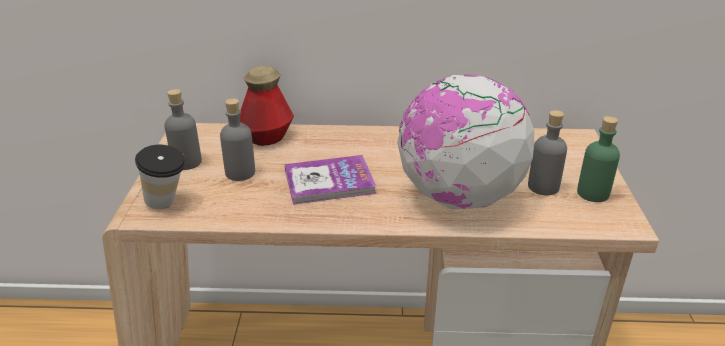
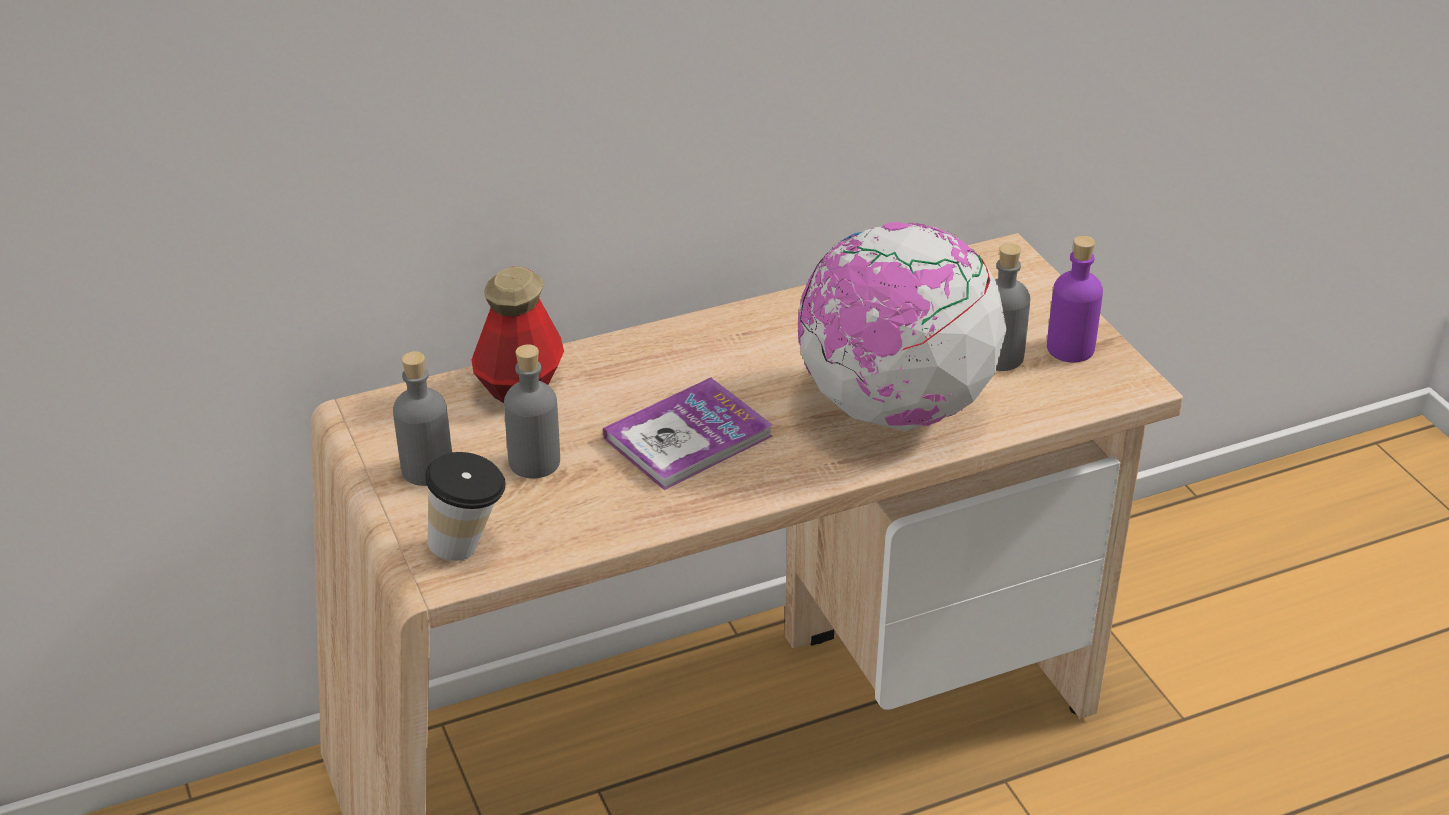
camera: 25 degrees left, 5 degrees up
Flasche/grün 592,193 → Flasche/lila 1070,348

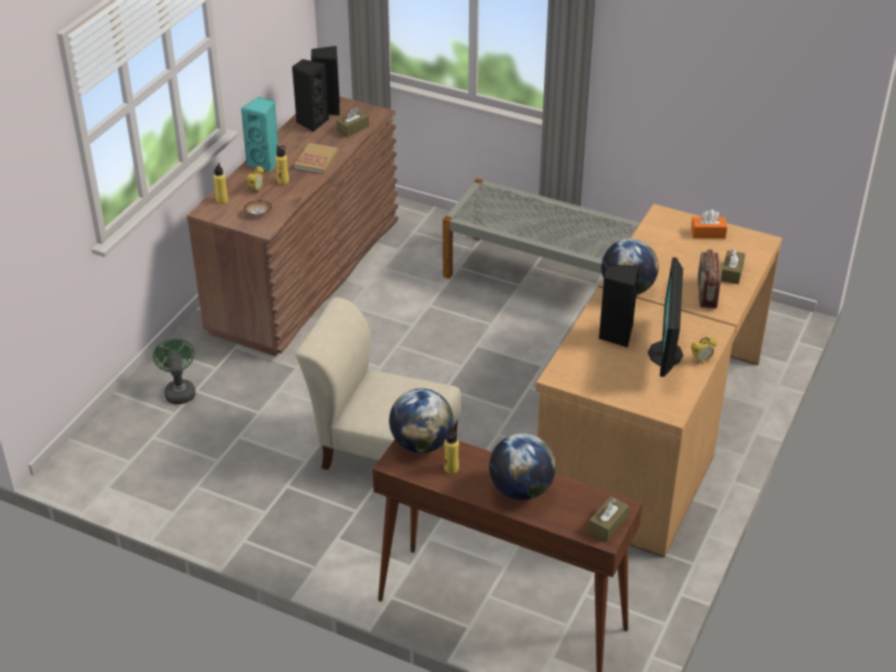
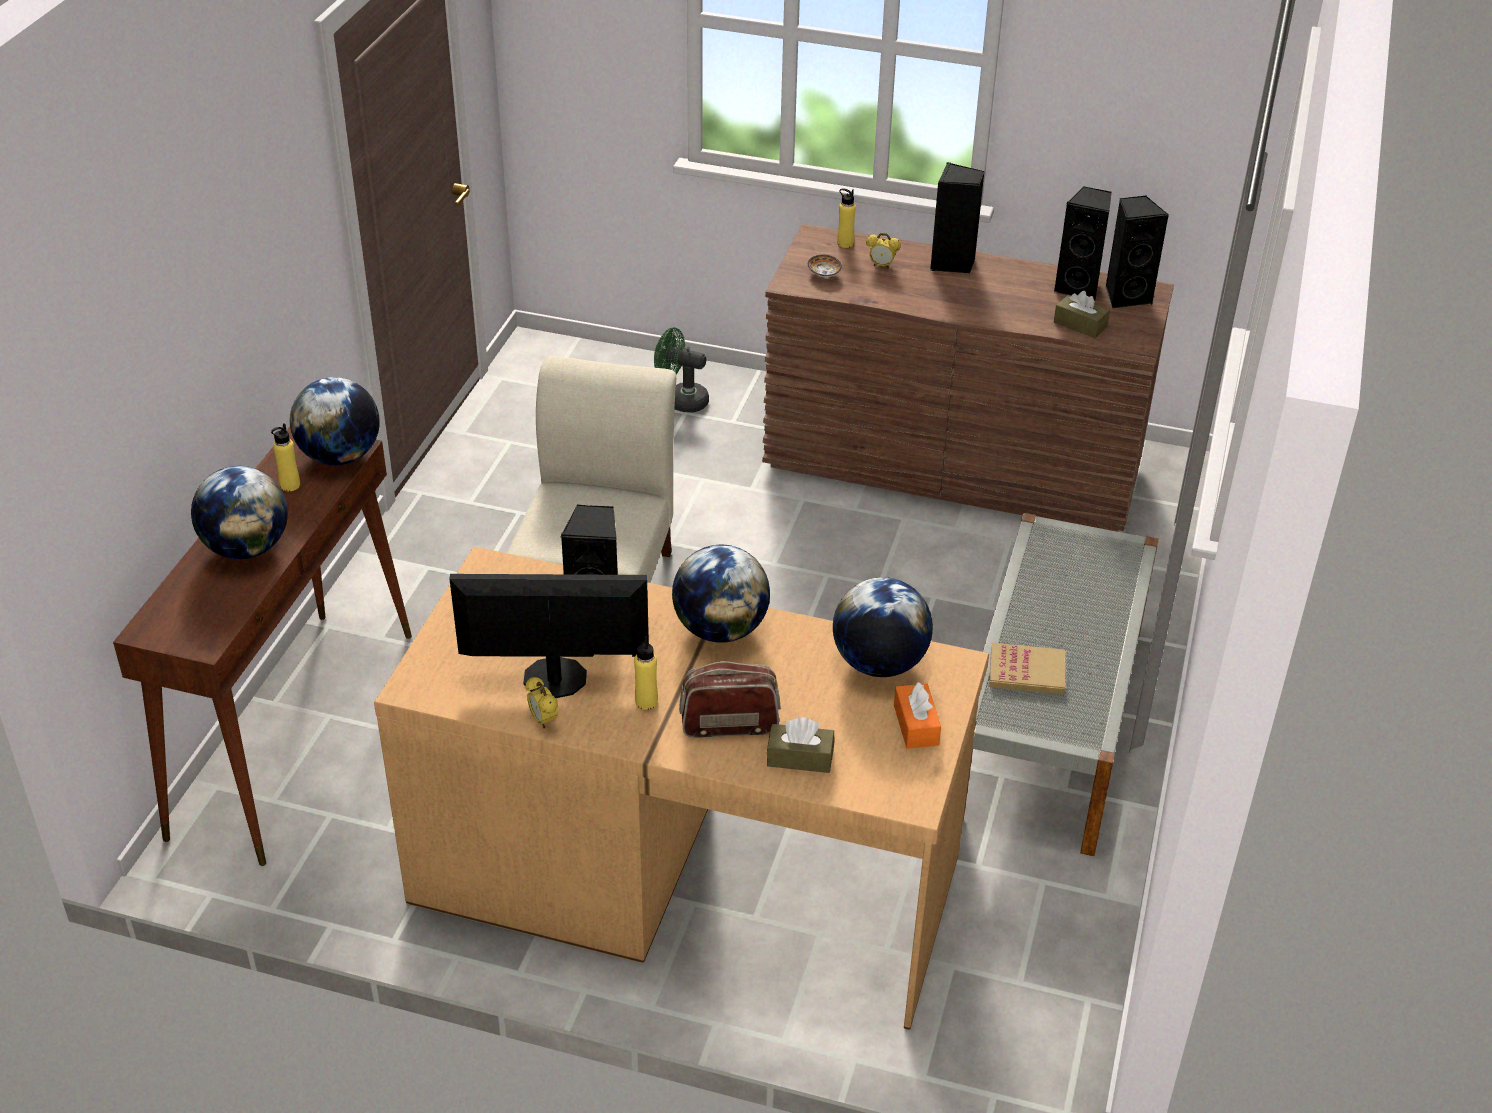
camera: 80 degrees right, 0 degrees up
Lautsprecher/türkis 265,162 → Lautsprecher/schwarz 952,263
Buch 316,160 → Buch 1026,672, move
Flasche/gelb 283,181 → Flasche/gelb 646,702, move
Ventilator/grün 179,391 → Ventilator/grün 681,400, 135 degrees counterclockwise
Taschentuchbox/braun 607,525 → -
- → Globus 879,663

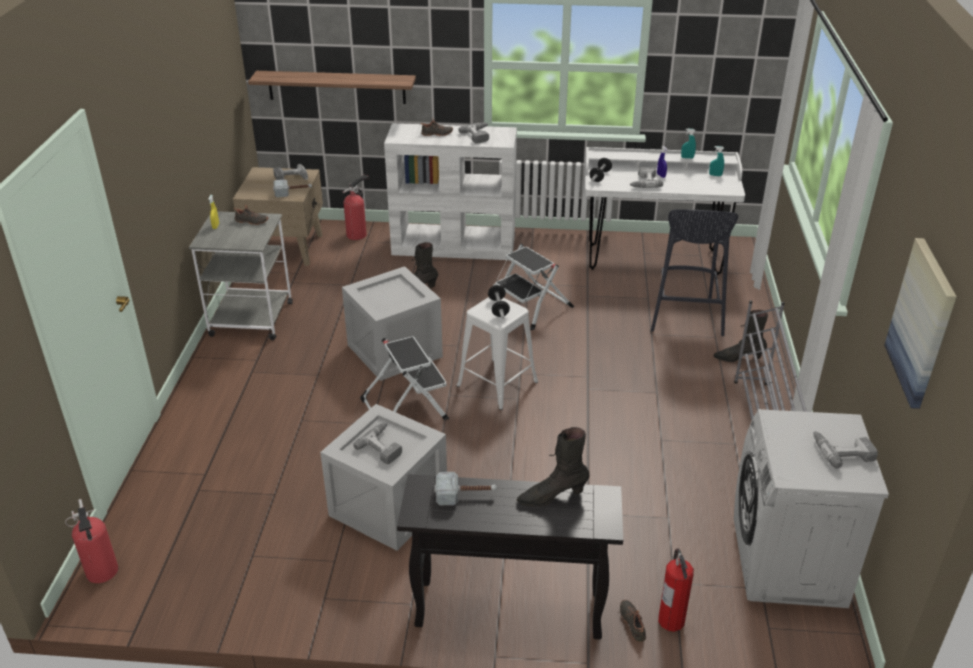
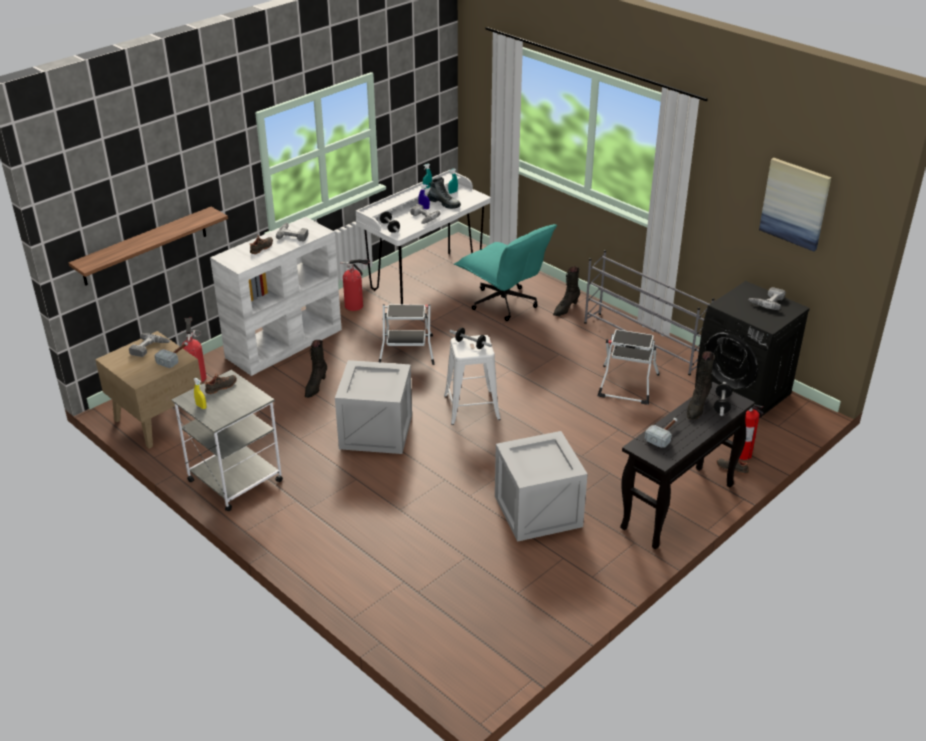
camera: 50 degrees left, 0 degrees up
Hocker/grau 685,317 → Bürostuhl/türkis 502,303
Trittleiter 405,406 → Trittleiter 627,383, move
Waschmaschine/weiß 787,564 → Waschmaschine/schwarz 742,393
Bohrmaschine 384,446 → -
Feuerlöscher 102,574 → Feuerlöscher 356,306, move
- → Stiefel 444,203
- → Hantel 721,405

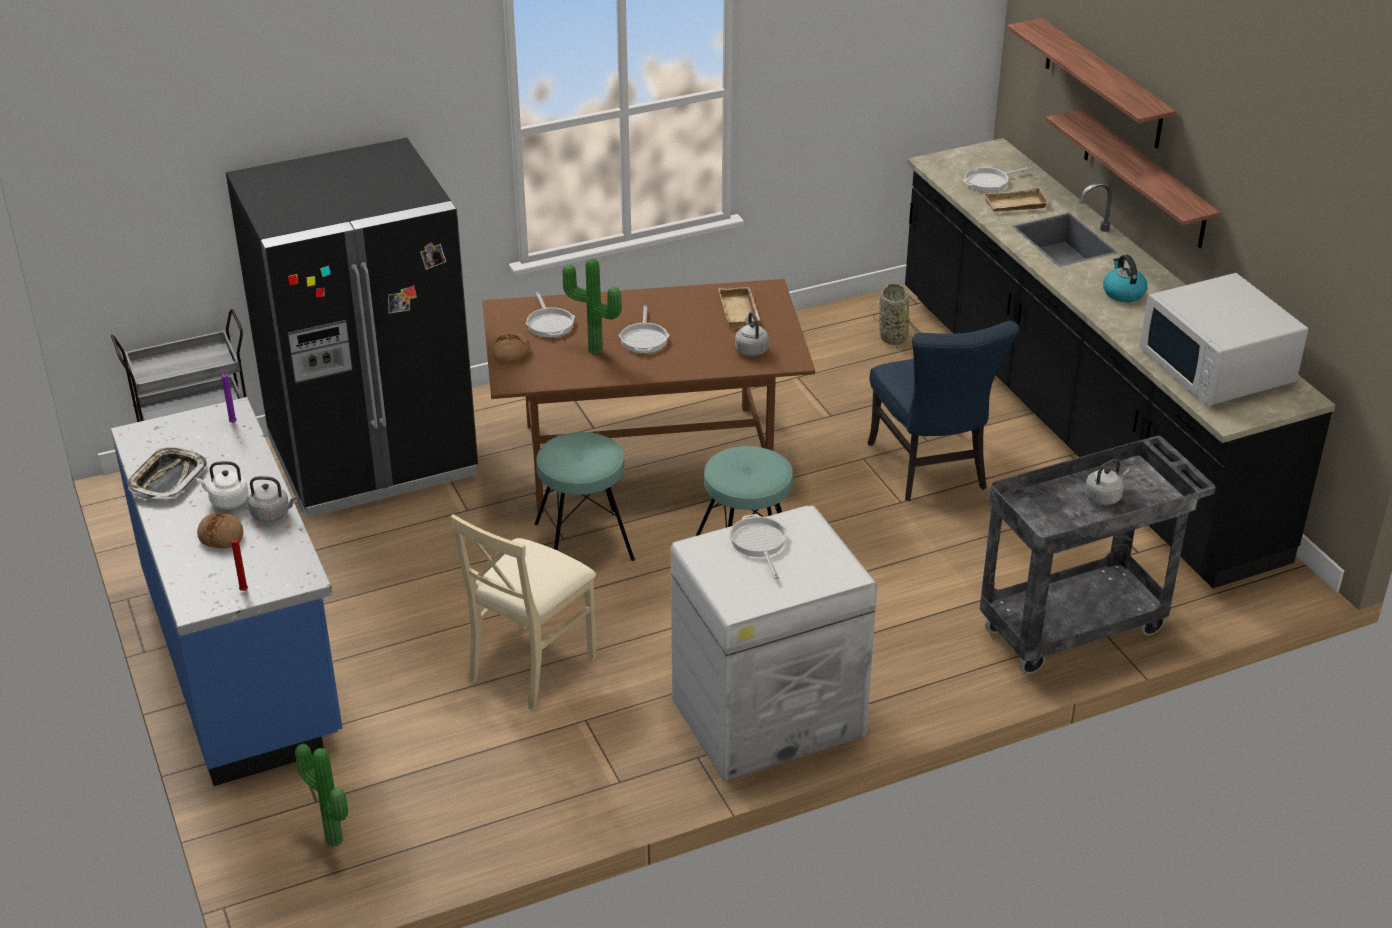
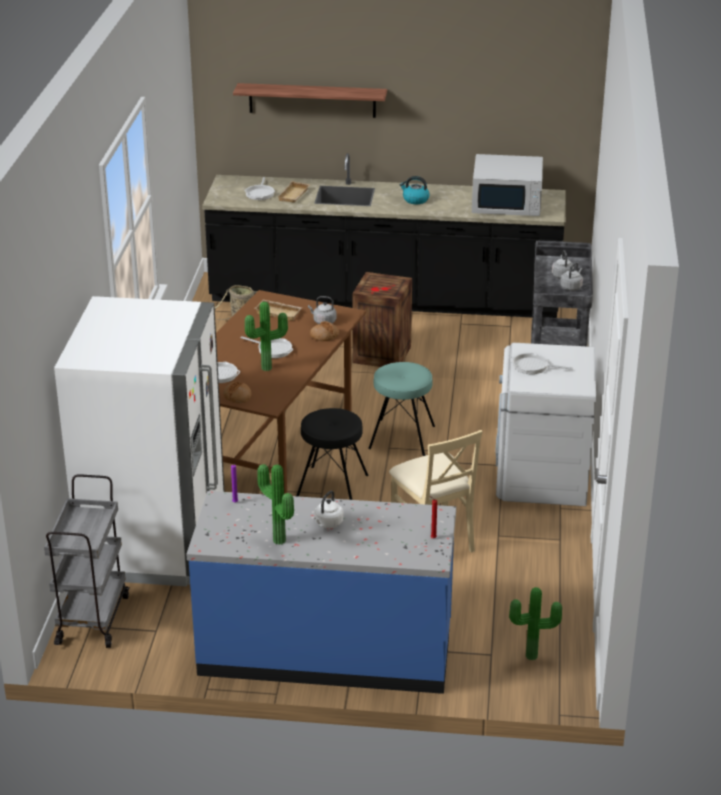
camera: 60 degrees left, 5 degrees down
Wandregal 1144,180 → -
Kühlschrank/schwarz 373,458 → Kühlschrank/weiß 154,541
Stuhl/blau 932,470 → Kiste 382,355
Hocker/türkis 583,541 → Hocker/schwarz 332,487
Tablett 167,479 → Topfpflanze 277,542
Wasserkessel/grau 273,514 → Wasserkessel/grau 571,287, move
Brot 221,536 → Brot 324,336, move

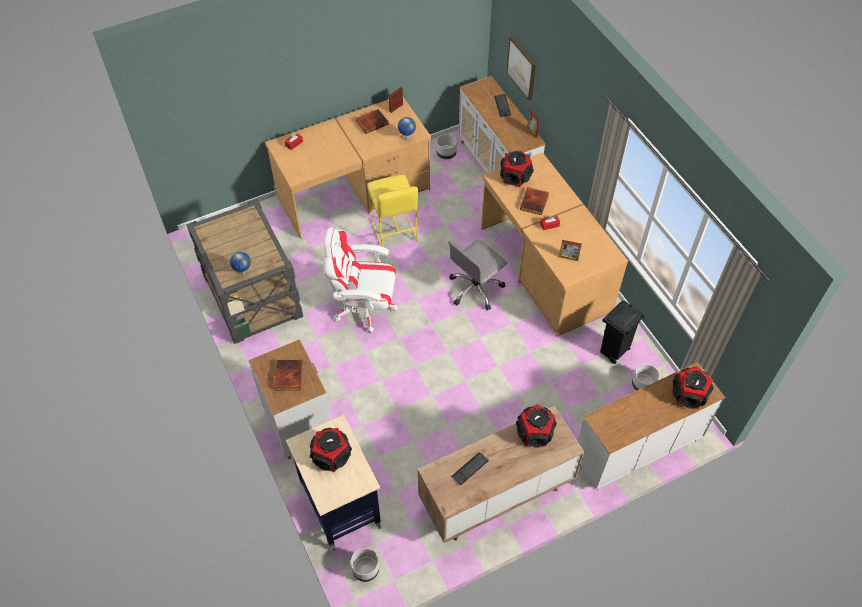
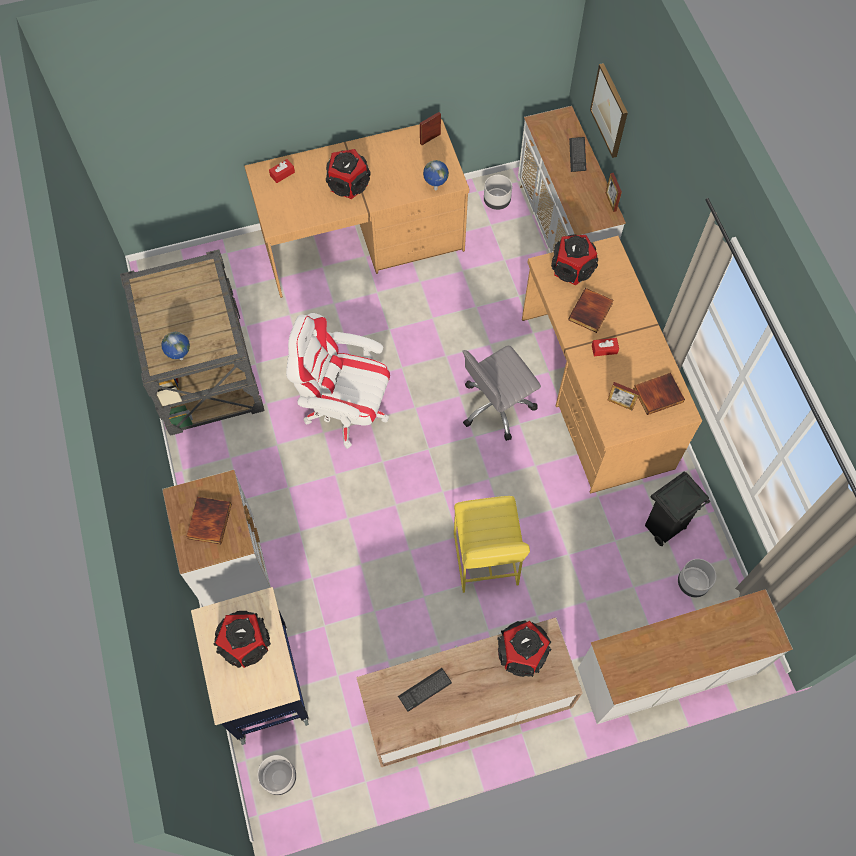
camera: 10 degrees right, 10 degrees up
Buch 372,122 → Buch 658,394, move
Hocker/gelb 394,231 → Hocker/gelb 485,560, move
Lautsprecher 689,394 → Lautsprecher 349,184, move

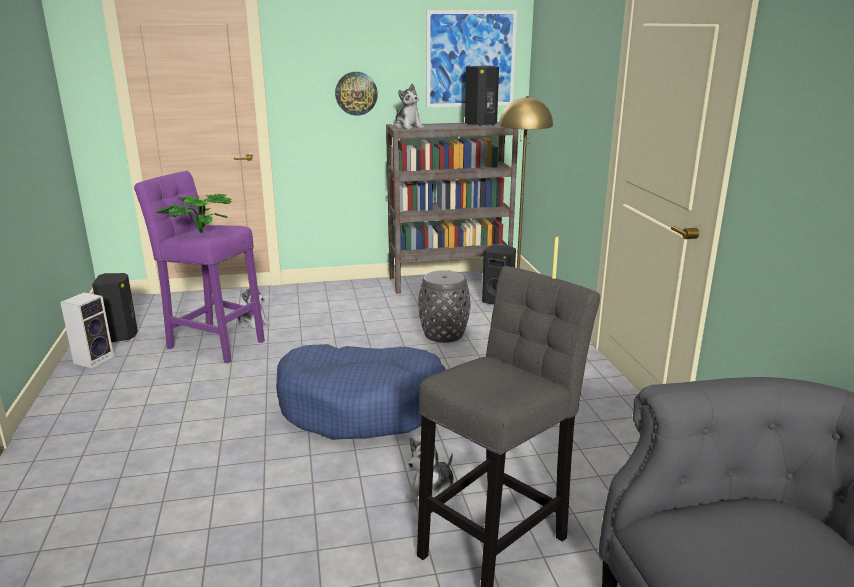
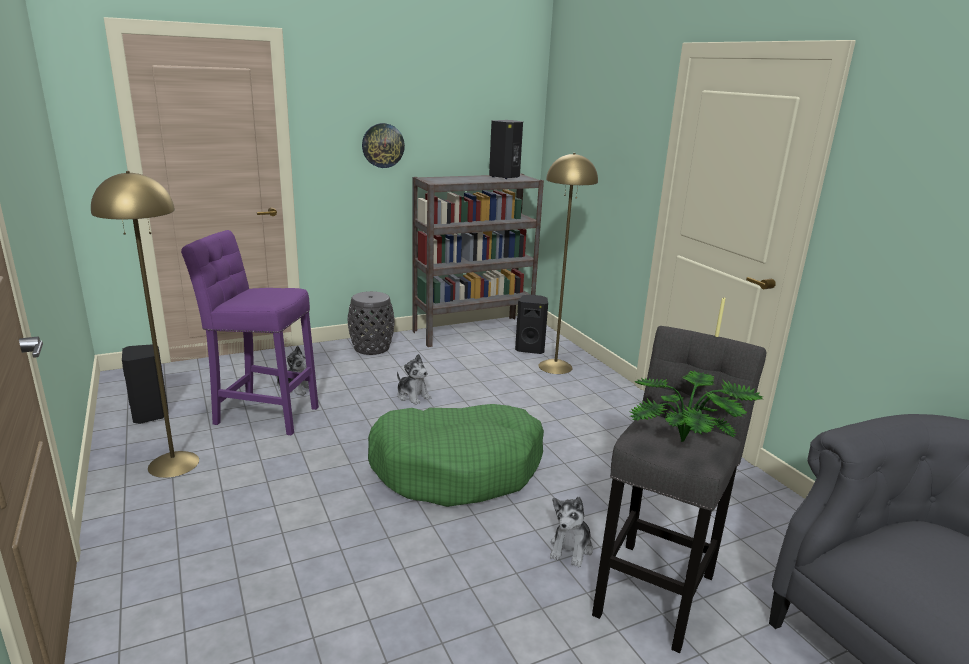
camera: 15 degrees left, 0 degrees up
Bild 470,59 → -
Plüschtier 408,127 → Plüschtier 413,396, move
Topfpflanze 199,234 → Topfpflanze 686,445, move
Hocker/grau 444,334 → Hocker/grau 372,348, move
Lautsprecher 94,359 → -
Hundebett/blau 362,406 → Hundebett/grün 457,468
- → Stehlampe/gelb 173,464

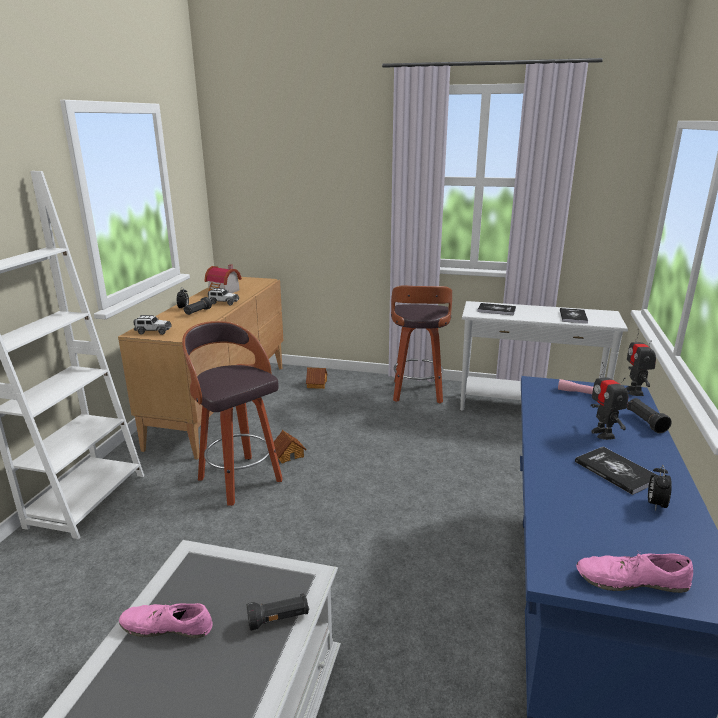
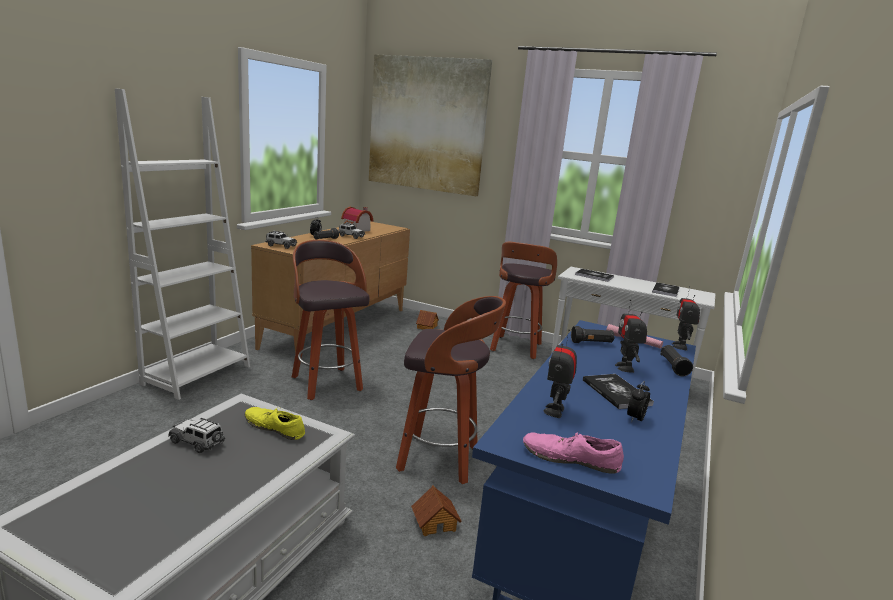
camera: 10 degrees right, 5 degrees down
Spielzeughaus 288,454 → Spielzeughaus 435,522, move
Taschenlampe/schwarz 278,619 → Taschenlampe/schwarz 591,343, move
Schuh/rosa 167,626 → Spielzeugauto 197,442
- → Bild 427,124
- → Hocker 441,459
- → Spielzeugroboter 555,411
- → Schuh/gelb 275,428

